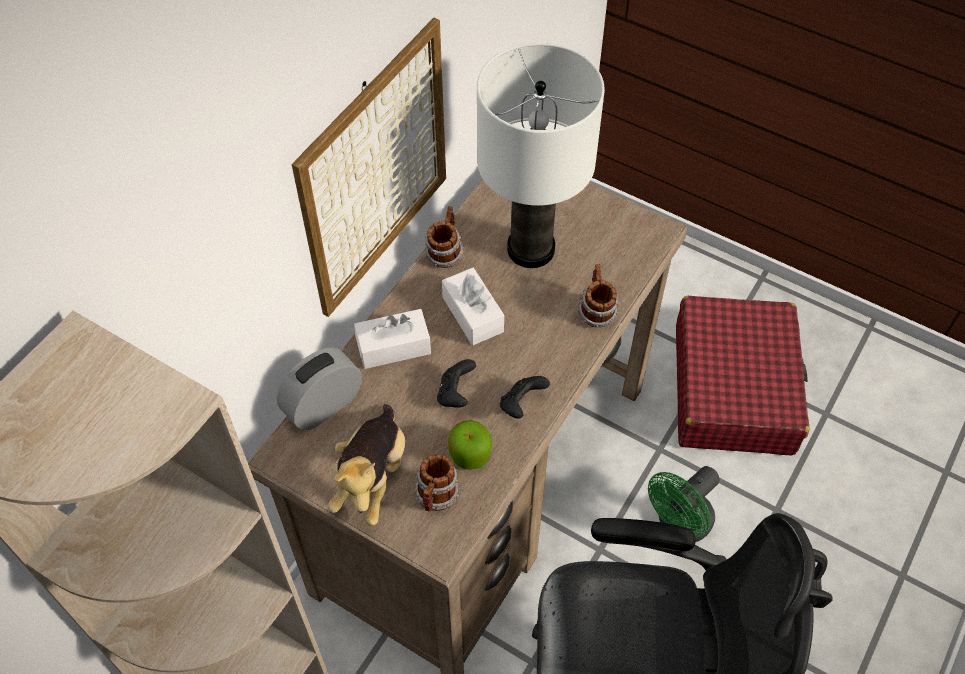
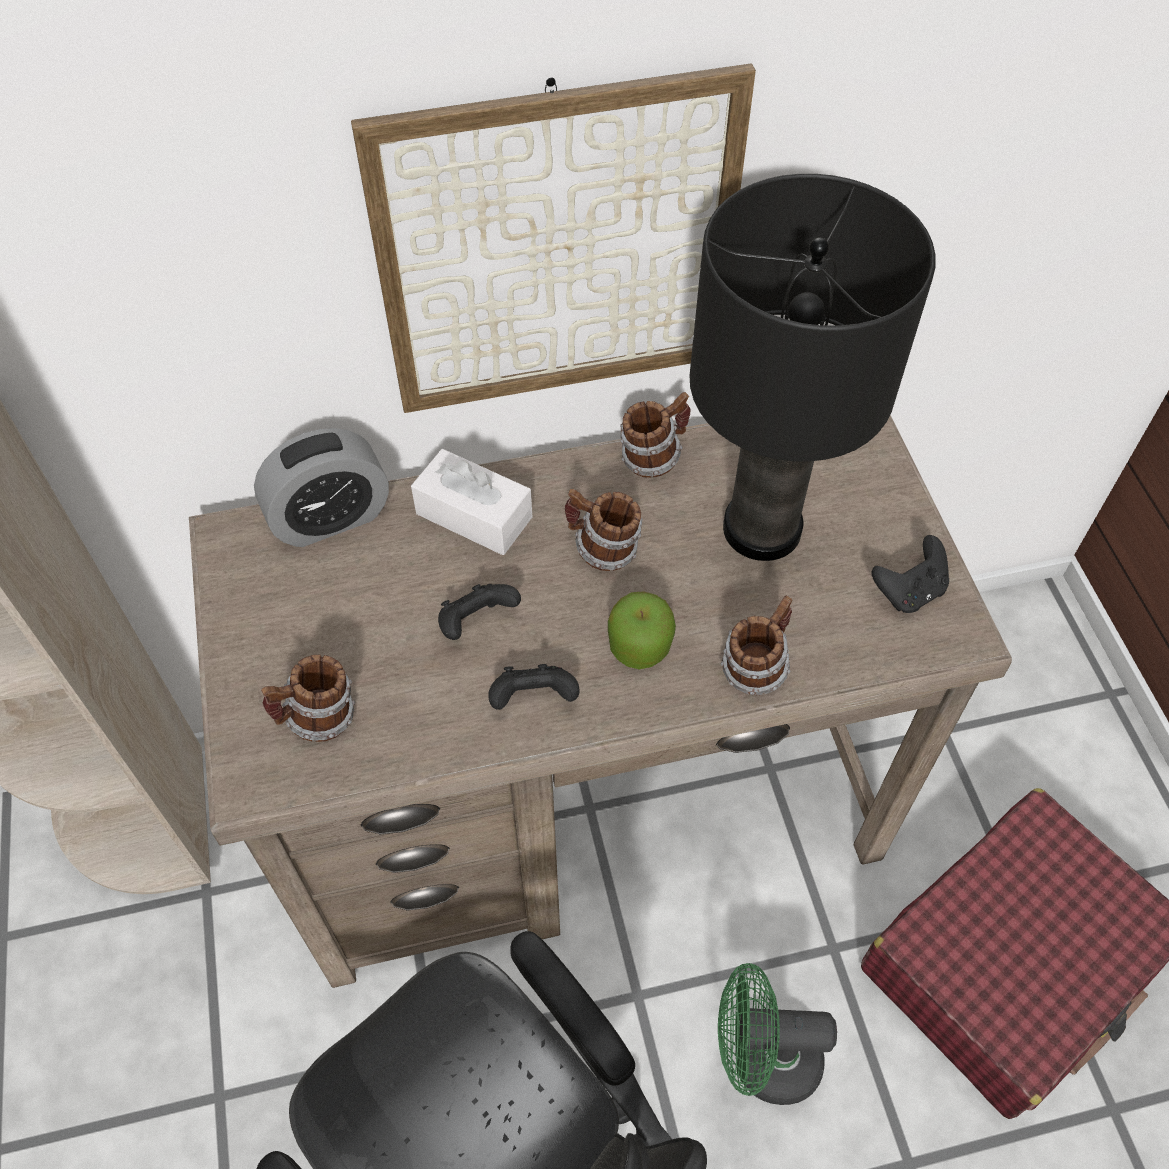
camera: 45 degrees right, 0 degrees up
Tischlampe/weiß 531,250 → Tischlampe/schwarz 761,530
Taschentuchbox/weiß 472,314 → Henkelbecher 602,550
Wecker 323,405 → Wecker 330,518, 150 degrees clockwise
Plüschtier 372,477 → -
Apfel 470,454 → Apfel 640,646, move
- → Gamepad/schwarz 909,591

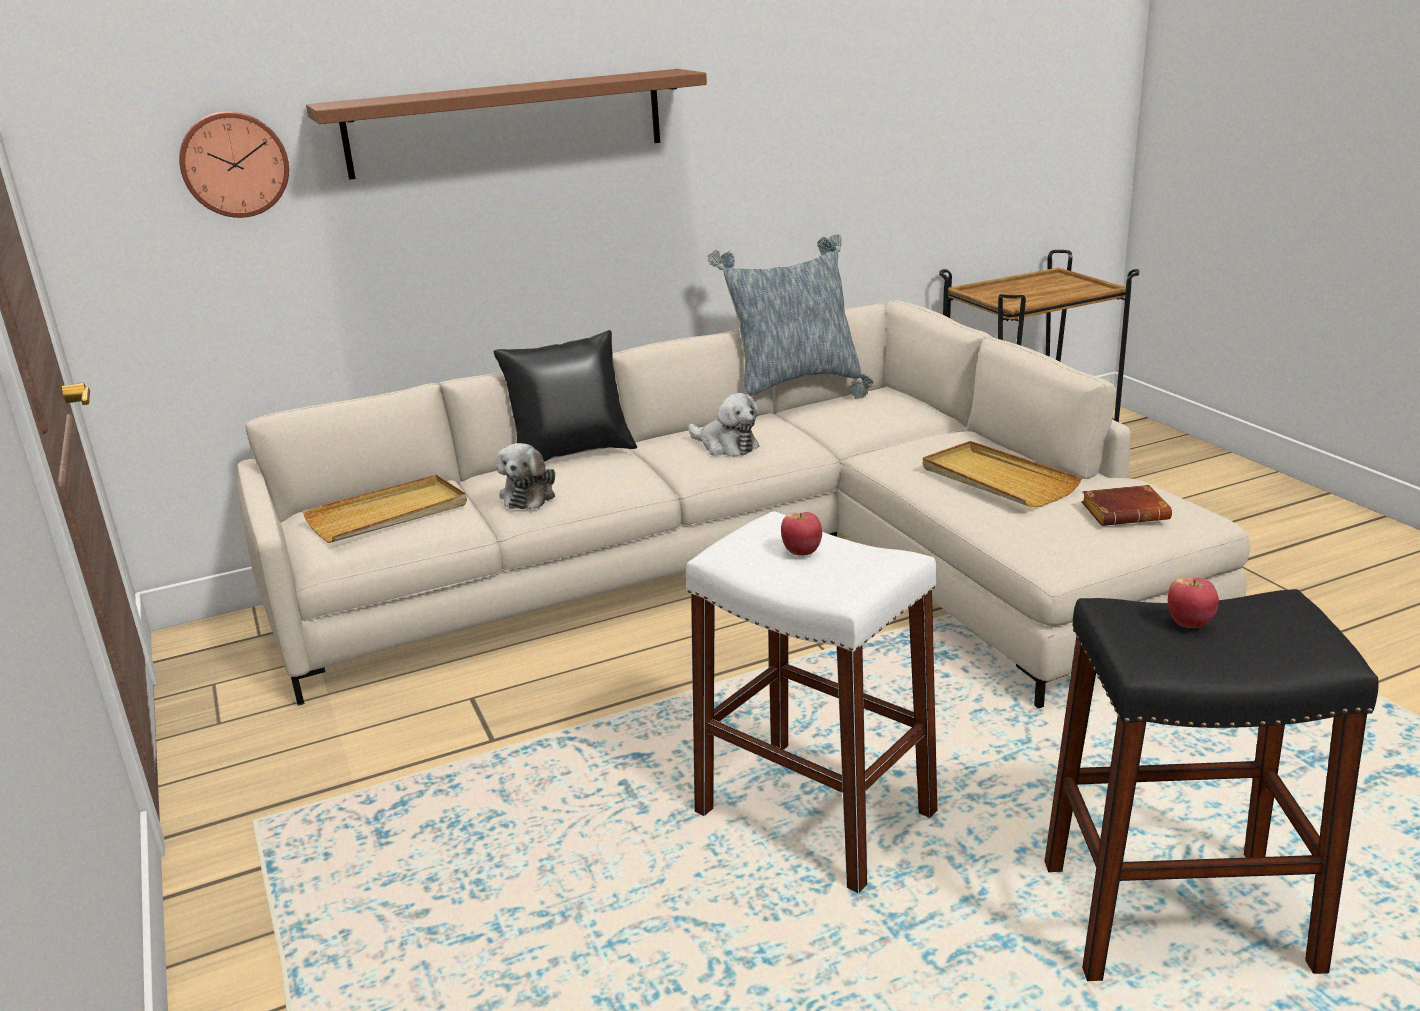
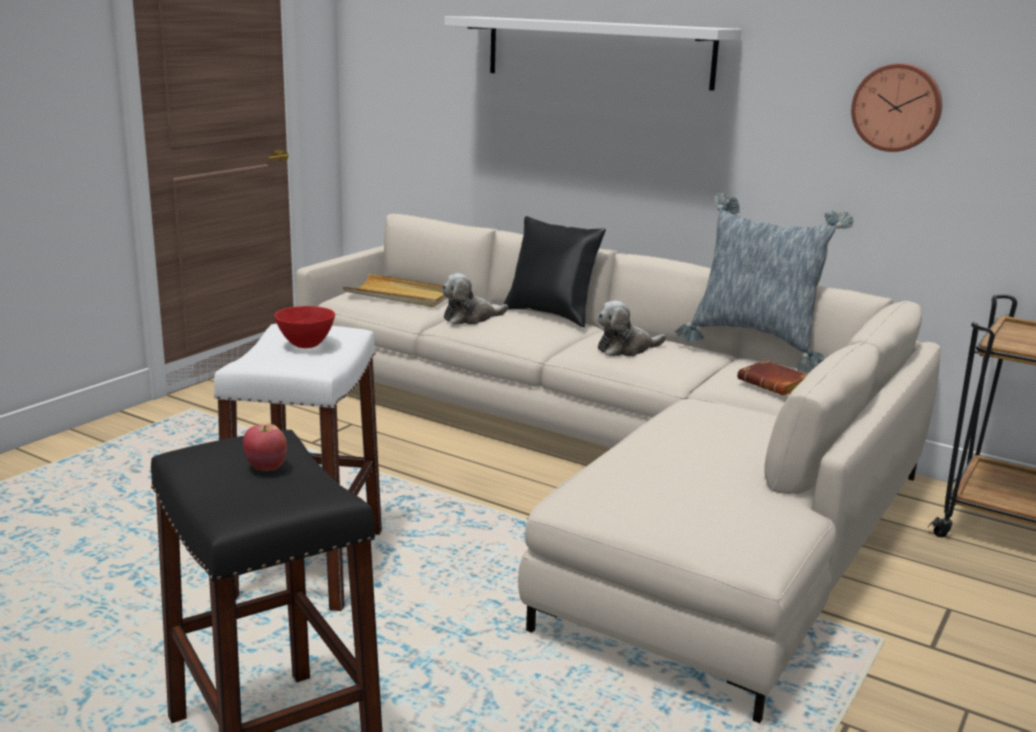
camera: 55 degrees right, 5 degrees down
Wandregal/braun 507,123 → Wandregal/weiß 597,51
Wanduhr 234,164 → Wanduhr 897,107, move
Plüschtier 726,446 → Plüschtier 626,349, 60 degrees clockwise
Tablett/beige 996,479 → -
Buch/braun 1126,512 → Buch/braun 776,384, move
Apfel 802,552 → Schüssel/rot 305,345

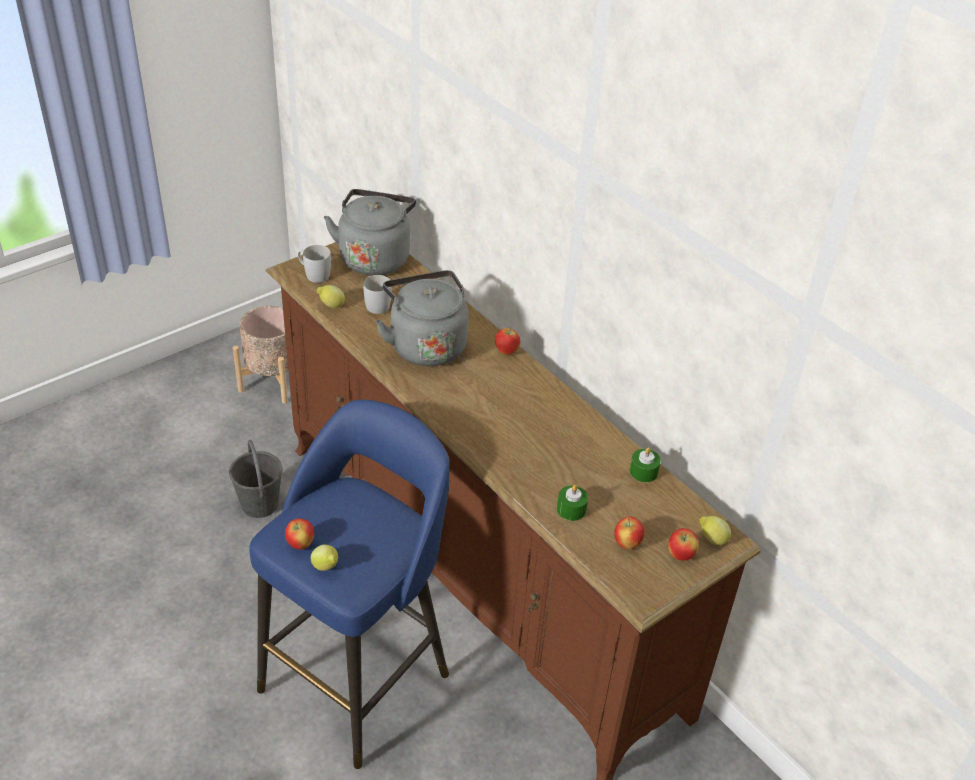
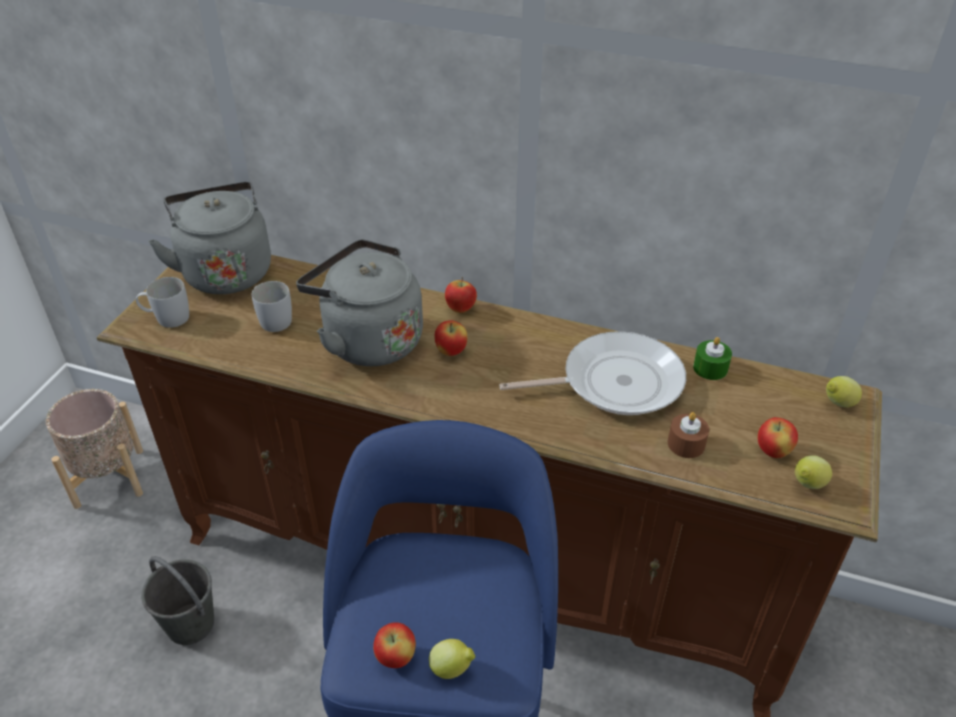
camera: 30 degrees left, 0 degrees up
Zitrone 331,306 → Zitrone 807,485, move
Kerze/grün 571,509 → Kerze/braun 686,444
Apfel 680,555 → Apfel 451,351, move
- → Pfanne 614,382

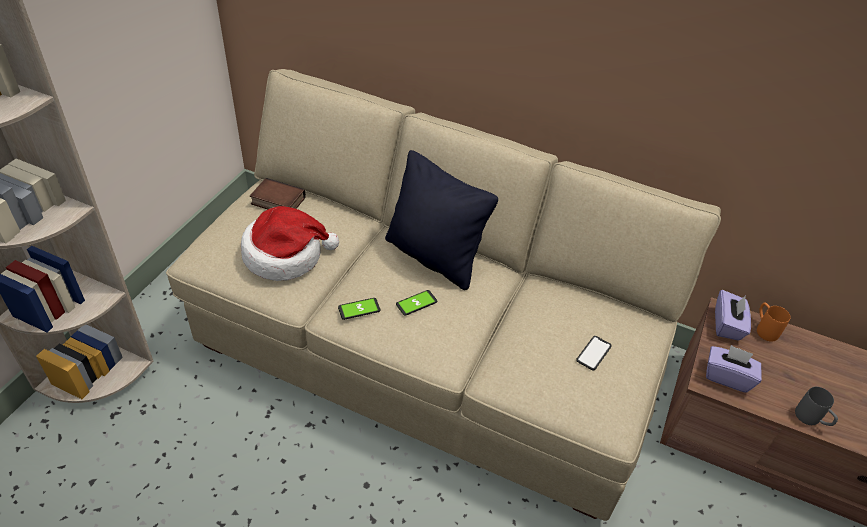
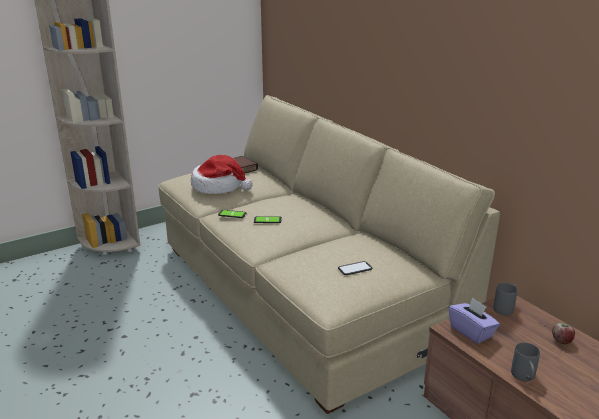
camera: 35 degrees right, 20 degrees down
Kissen/schwarz 434,257 → -
Taschentuchbox/lila 727,325 → Henkelbecher/grau 505,308
Henkelbecher/orange 764,329 → -
- → Apfel 561,340

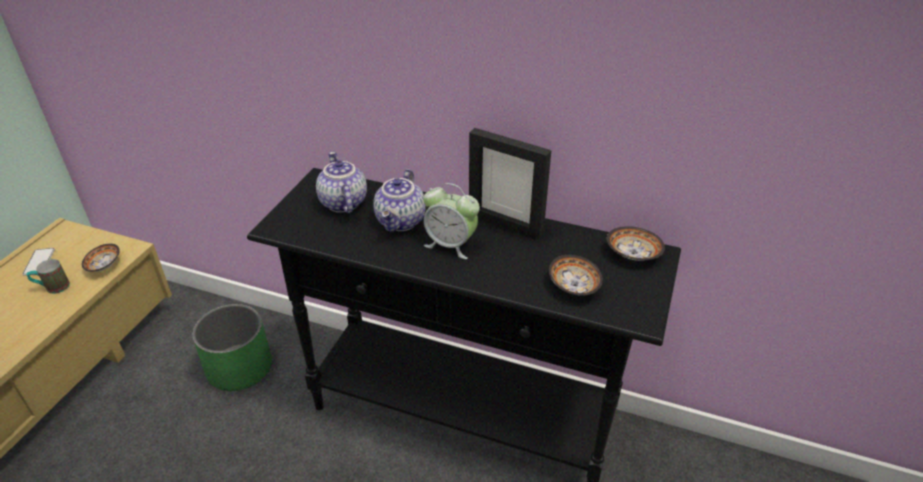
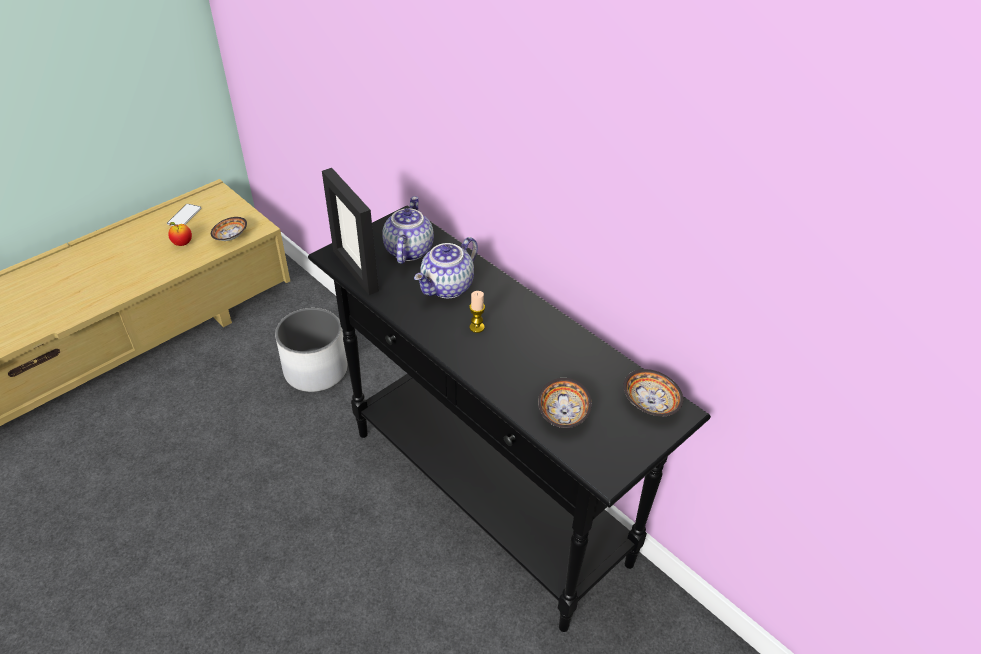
camera: 25 degrees right, 5 degrees up
Bilderrahmen 506,223 → Bilderrahmen 357,270, move
Wecker 451,244 → Kerze 477,327
Henkelbecher 52,288 → Apfel 182,243
Pflanzkübel/grün 239,367 → Pflanzkübel/weiß 316,370

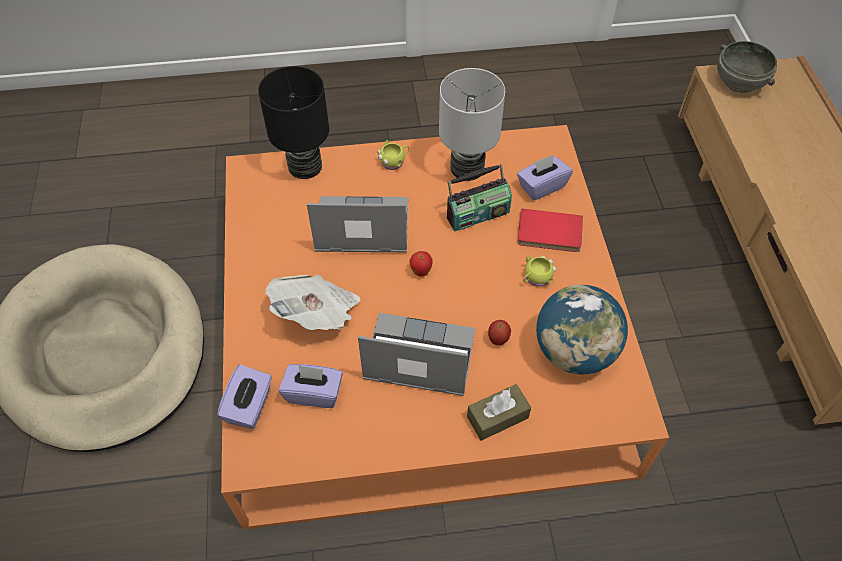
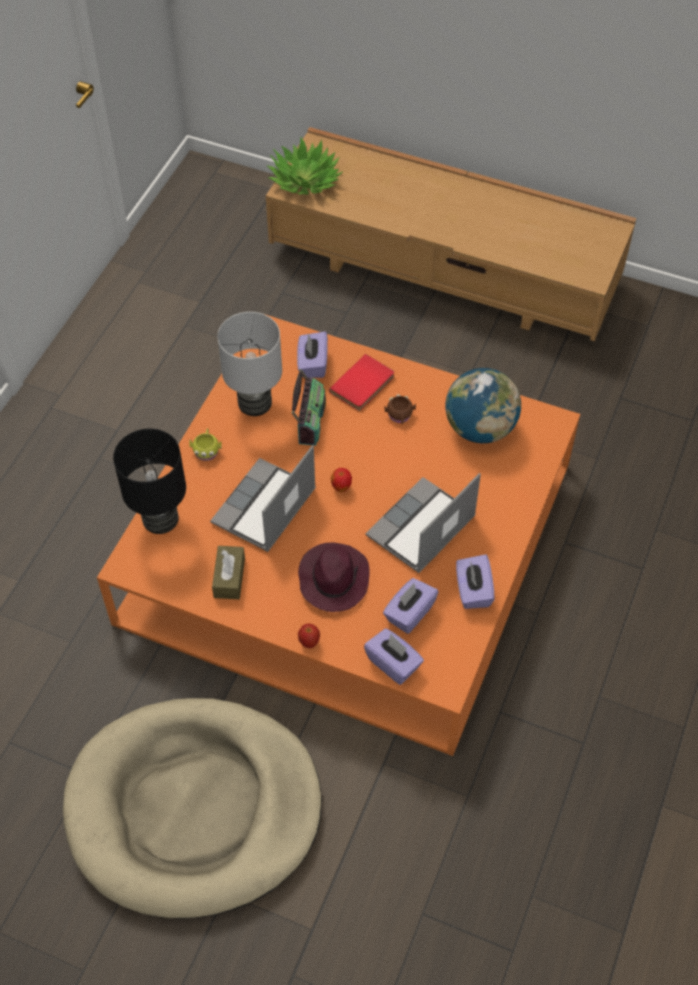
camera: 60 degrees left, 0 degrees up
Schüssel/grau 740,82 → Topfpflanze 305,180
Henkelbecher/gelb 536,278 → Henkelbecher/braun 400,416
Zeitung 317,313 → Hut/lila 333,578
Apfel 498,340 → Apfel 309,642, move
Taschentuchbox/braun 497,417 → Taschentuchbox/braun 229,578, move
- → Taschentuchbox/lila 473,591

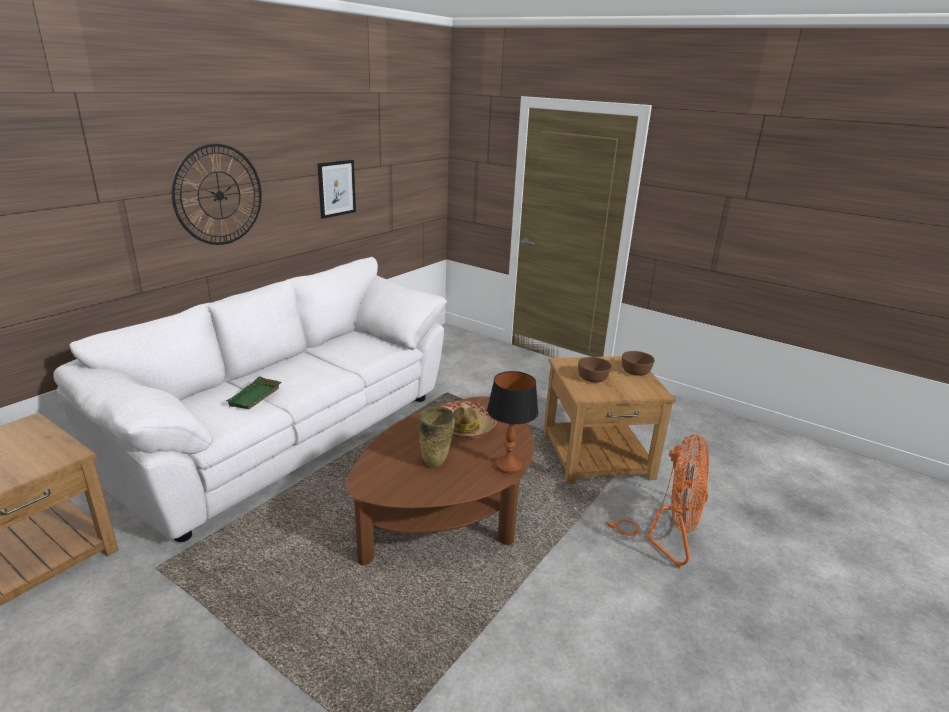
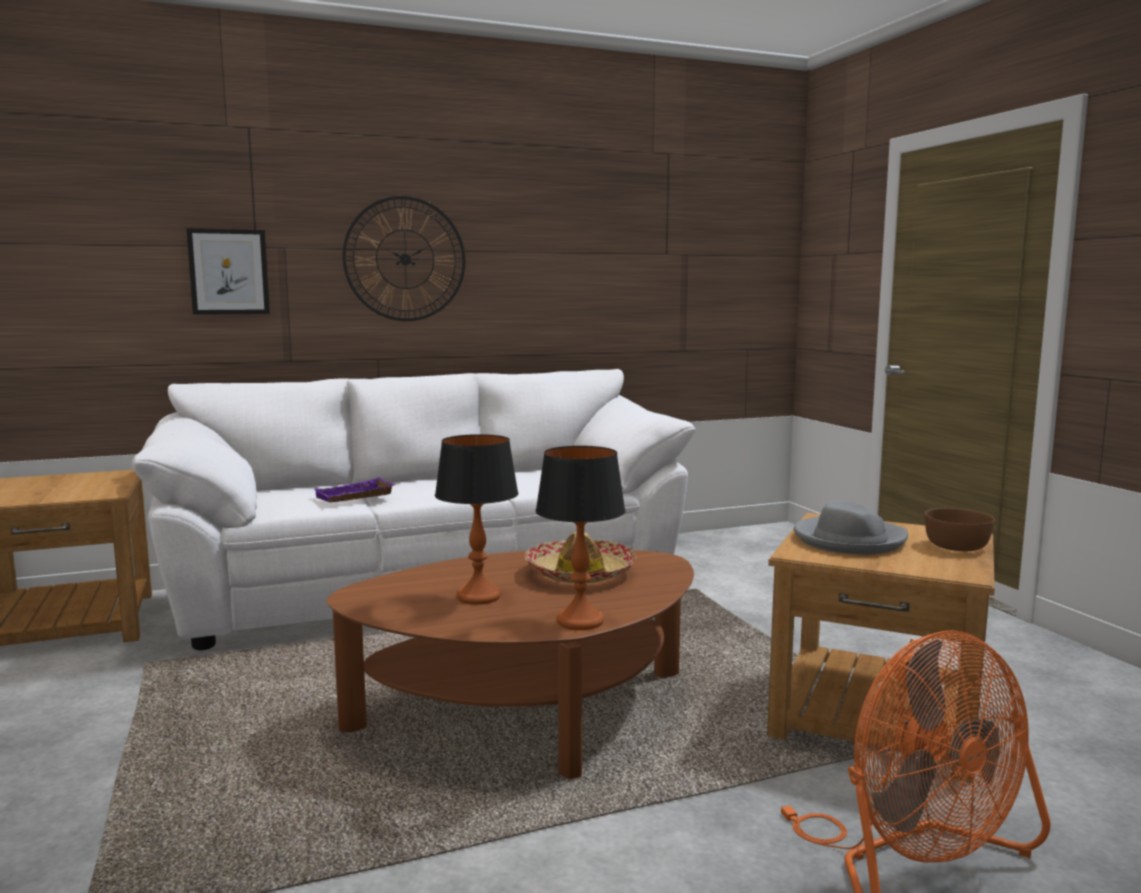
camera: 35 degrees right, 15 degrees down
Bild 336,188 → Bild 229,272, move
Schüssel/braun 592,378 → Hut/grau 849,540
Tablett/grün 256,398 → Tablett/lila 354,497
Vase/beige 435,464 → Tischlampe 478,596

